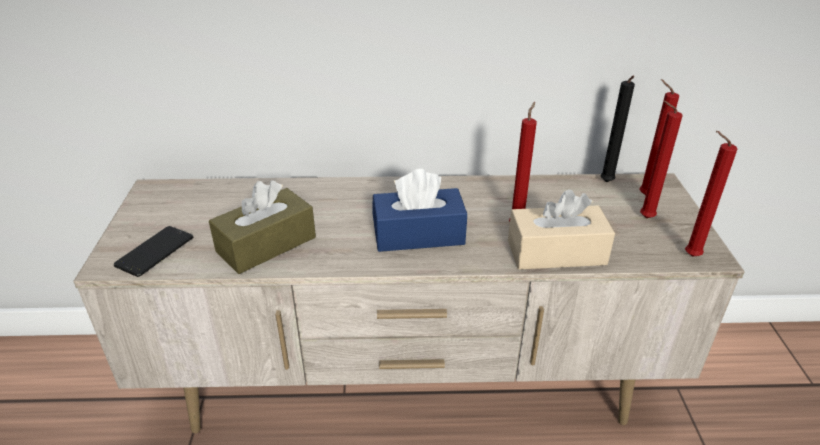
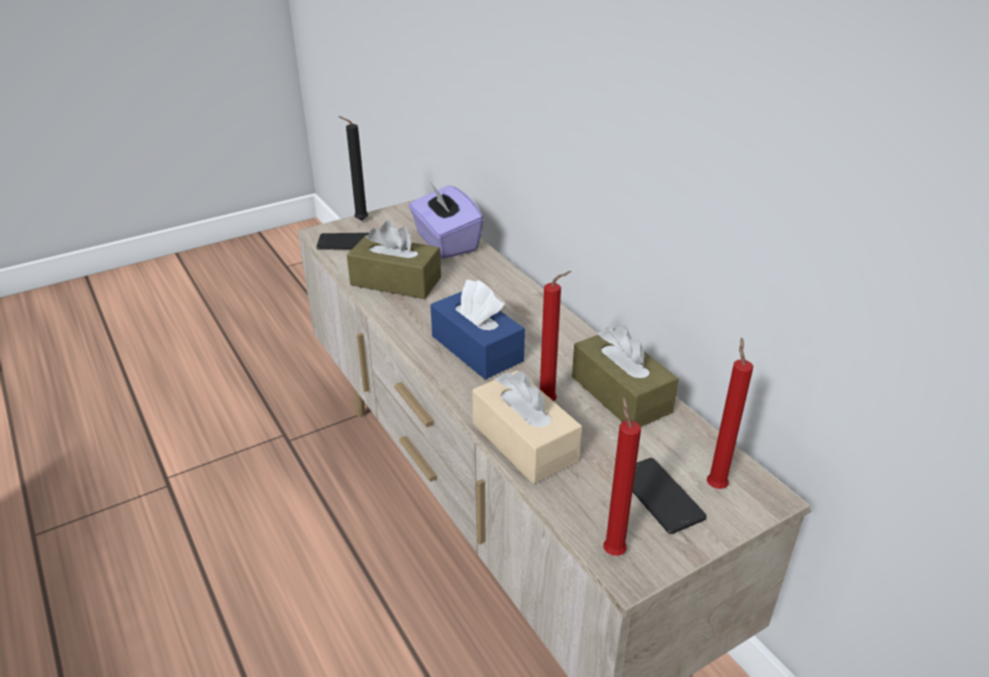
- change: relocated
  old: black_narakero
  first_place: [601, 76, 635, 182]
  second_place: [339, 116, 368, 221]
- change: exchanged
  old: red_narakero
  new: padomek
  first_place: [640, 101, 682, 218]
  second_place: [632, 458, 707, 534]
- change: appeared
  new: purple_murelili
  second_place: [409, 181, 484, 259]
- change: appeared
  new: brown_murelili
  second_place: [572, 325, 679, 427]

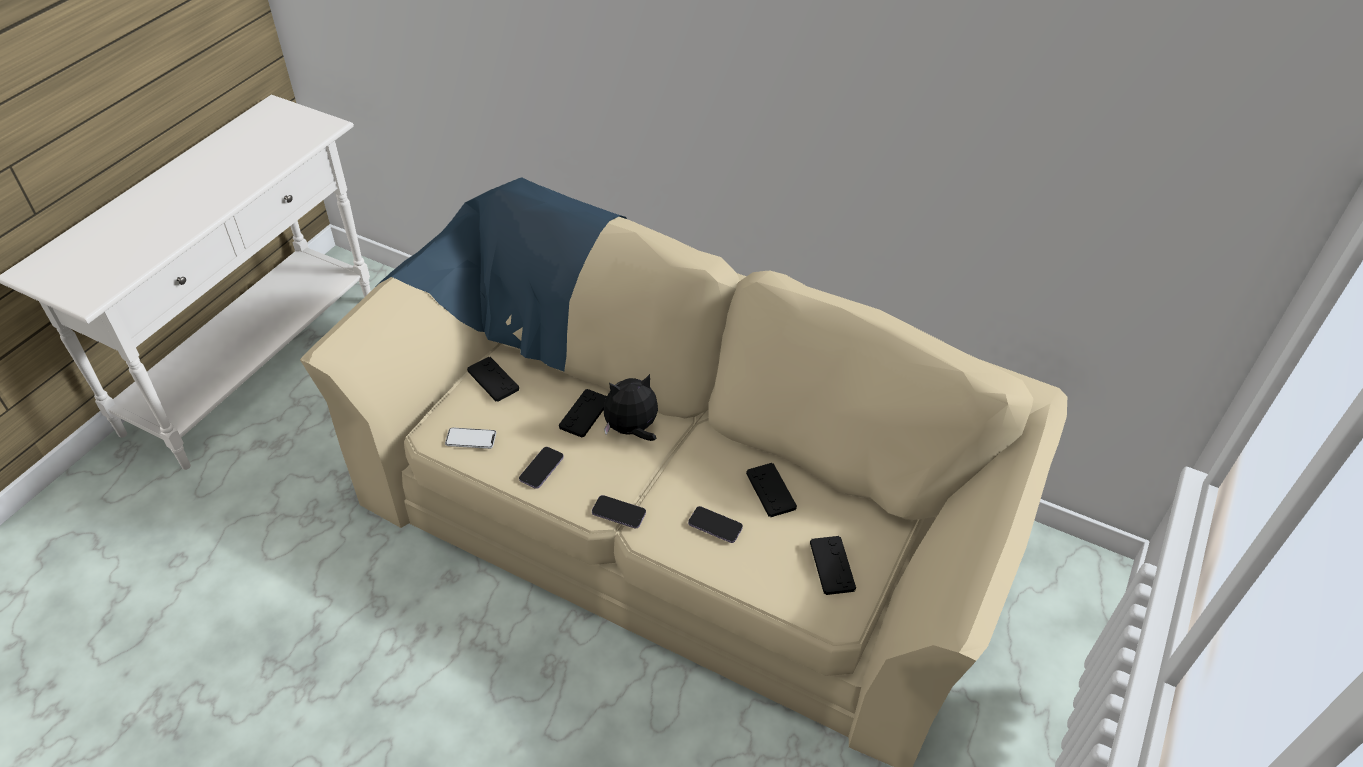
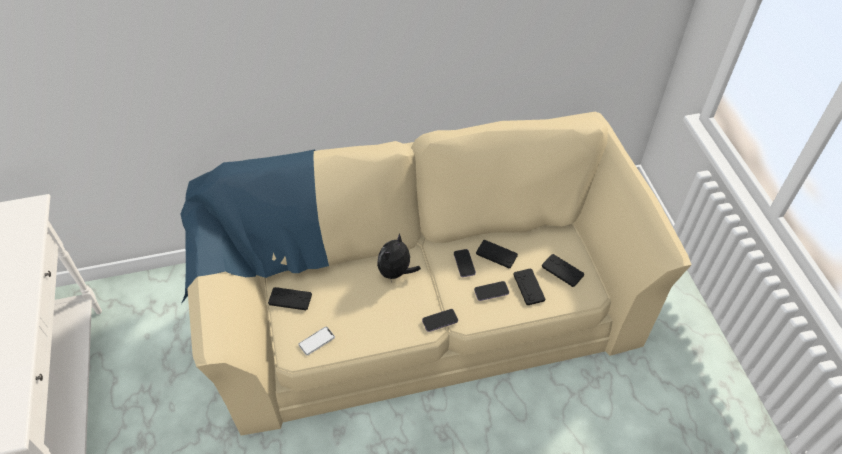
- change: relocated
  old: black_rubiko
  first_place: [559, 389, 607, 438]
  second_place: [513, 268, 545, 305]
- change: relocated
  old: padomek
  first_place: [519, 447, 564, 489]
  second_place: [454, 249, 476, 277]

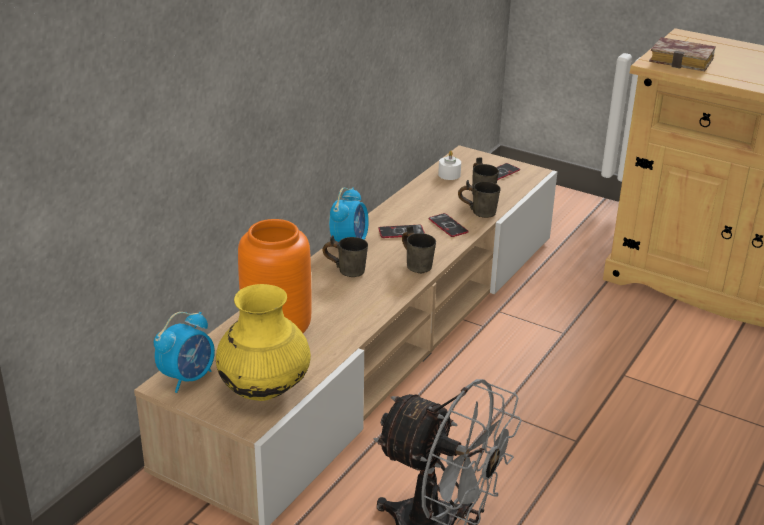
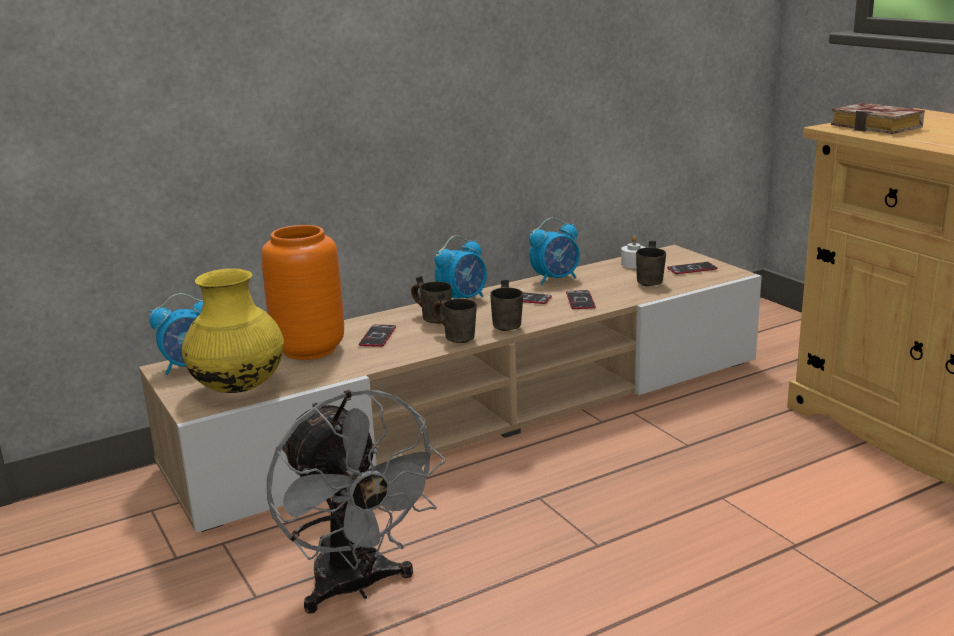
- change: relocated
  old: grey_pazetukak
  first_place: [458, 180, 501, 218]
  second_place: [433, 293, 477, 343]
- change: appeared
  new: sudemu
  second_place: [529, 217, 580, 285]
- change: appeared
  new: padomek
  second_place: [359, 325, 396, 347]

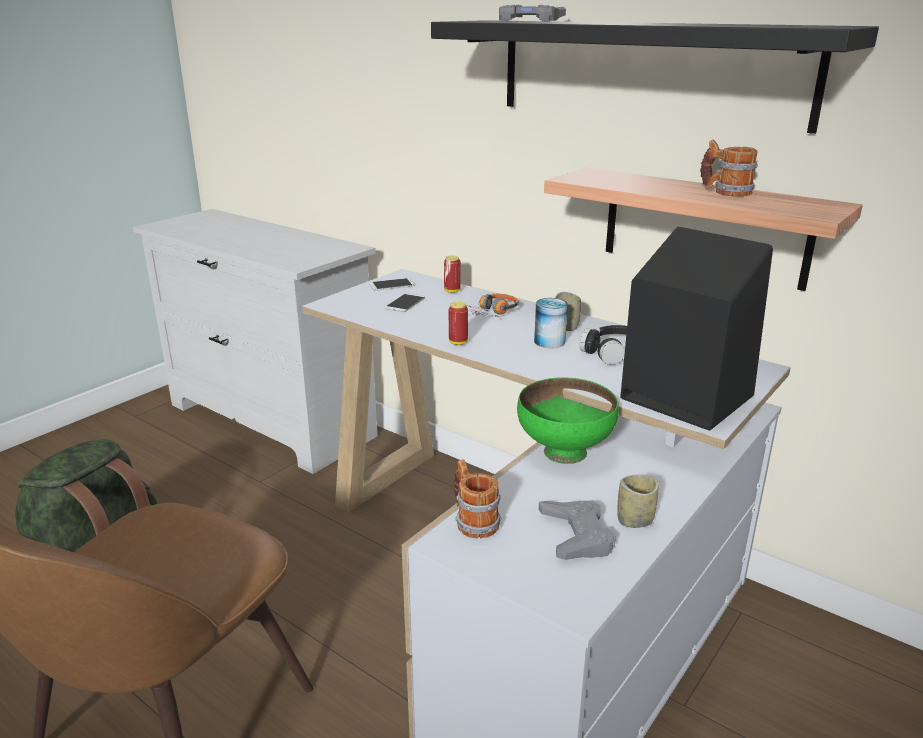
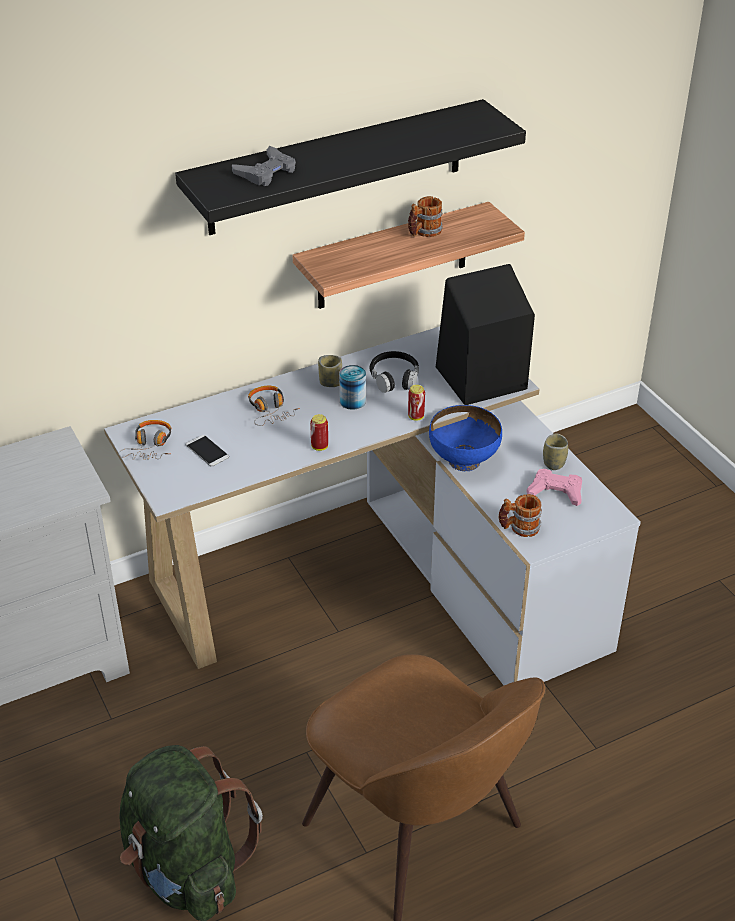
- change: relocated
  old: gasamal
  first_place: [444, 255, 461, 293]
  second_place: [408, 385, 425, 421]
- change: exchanged
  old: padomek
  new: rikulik
  first_place: [369, 278, 415, 290]
  second_place: [119, 420, 171, 460]
- change: colour
  old: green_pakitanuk
  new: blue_pakitanuk
  first_place: [517, 378, 619, 464]
  second_place: [429, 405, 502, 471]
- change: colour
  old: grey_rubiko
  new: pink_rubiko
  first_place: [539, 500, 616, 560]
  second_place: [526, 469, 582, 506]

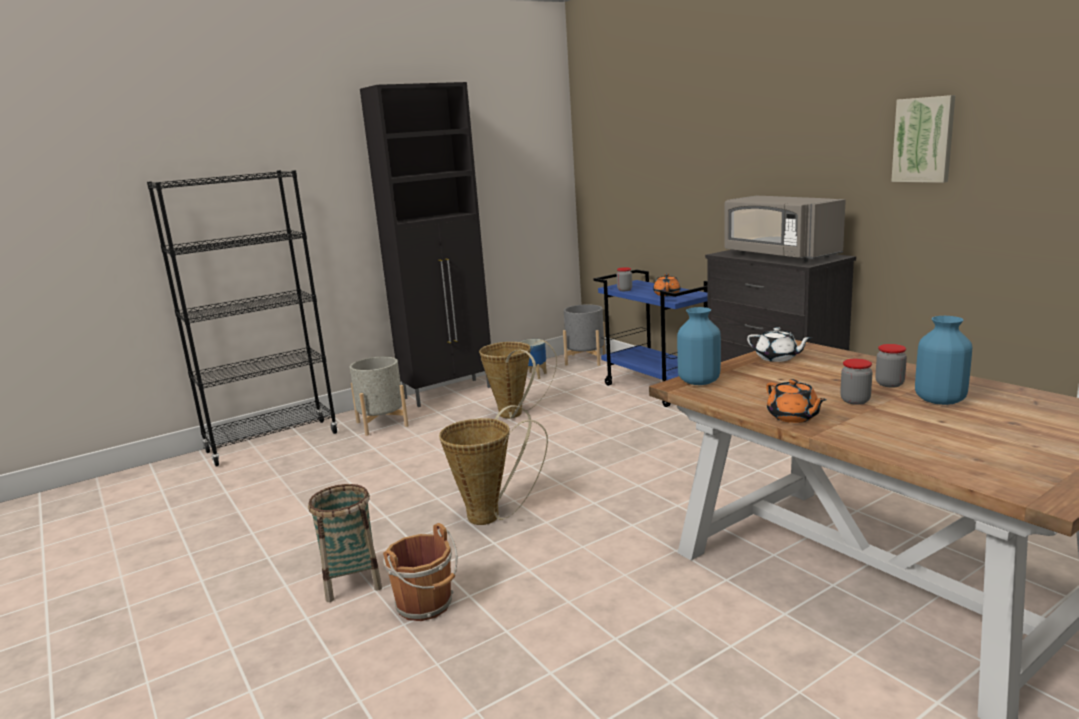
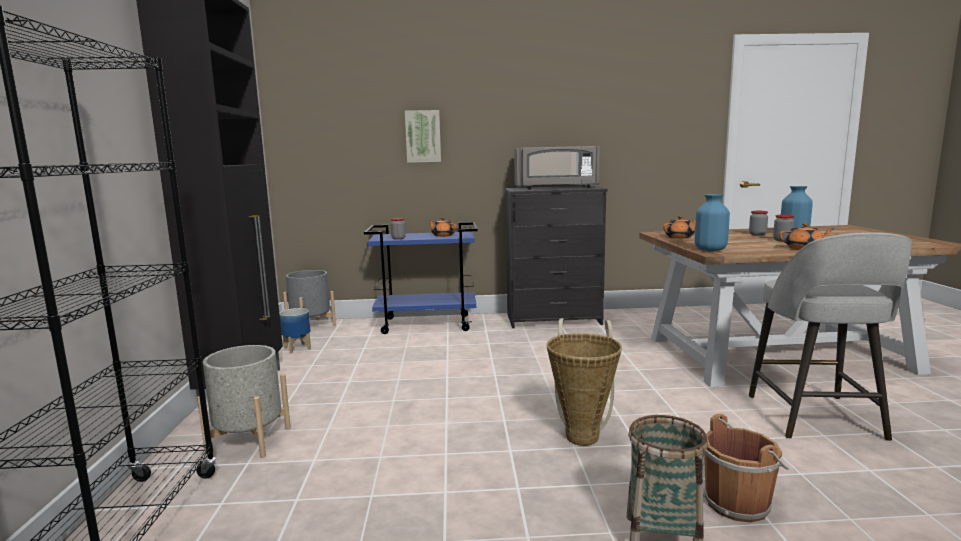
- change: relocated
  old: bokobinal
  first_place: [891, 95, 955, 183]
  second_place: [405, 110, 441, 163]
- change: colour
  old: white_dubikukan
  new: orange_dubikukan
  first_place: [747, 327, 812, 362]
  second_place: [663, 216, 696, 239]
- change: missing
  old: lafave
  first_place: [479, 340, 557, 418]
- change: appeared
  new: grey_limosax
  second_place: [749, 232, 912, 441]

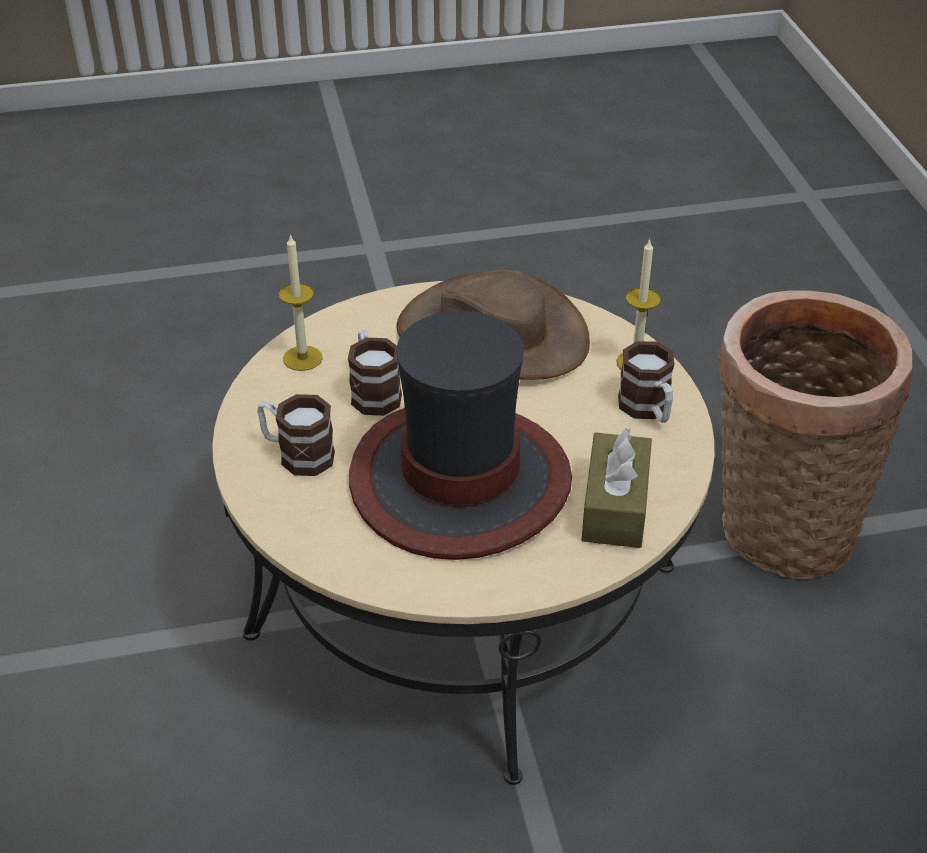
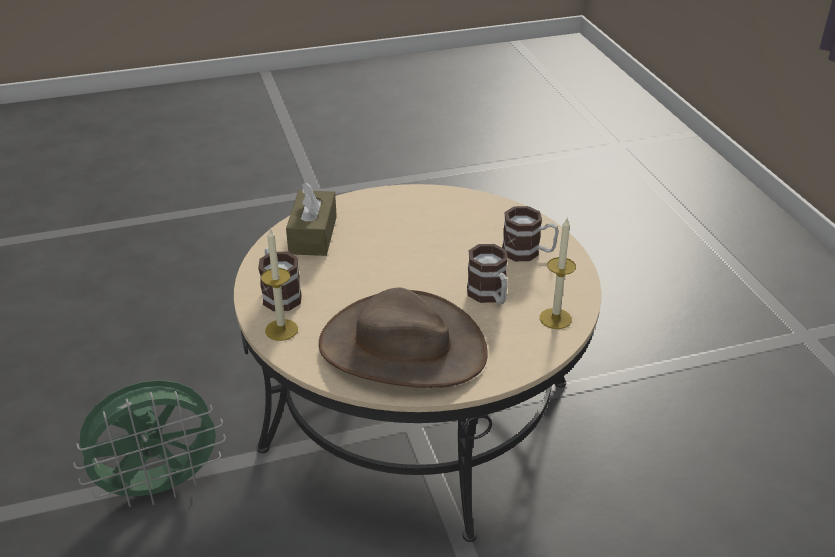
- change: exchanged
  old: lafave
  new: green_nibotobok
  first_place: [718, 290, 913, 580]
  second_place: [73, 380, 226, 507]
- change: missing
  old: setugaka
  first_place: [349, 311, 572, 560]

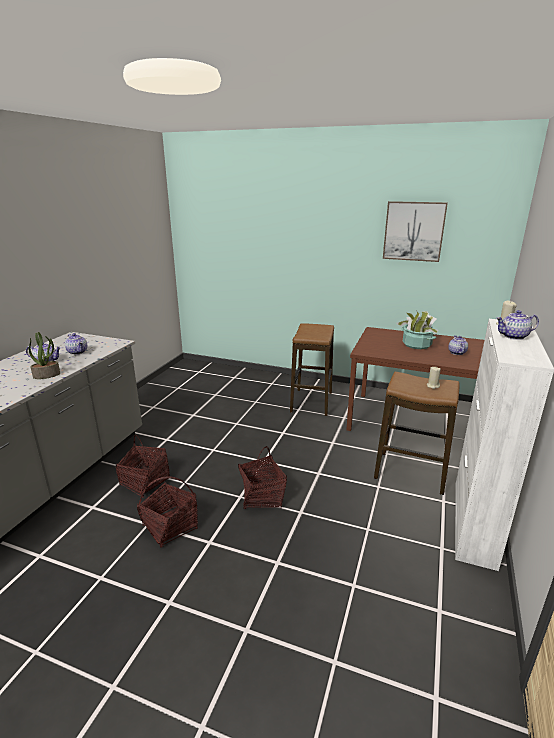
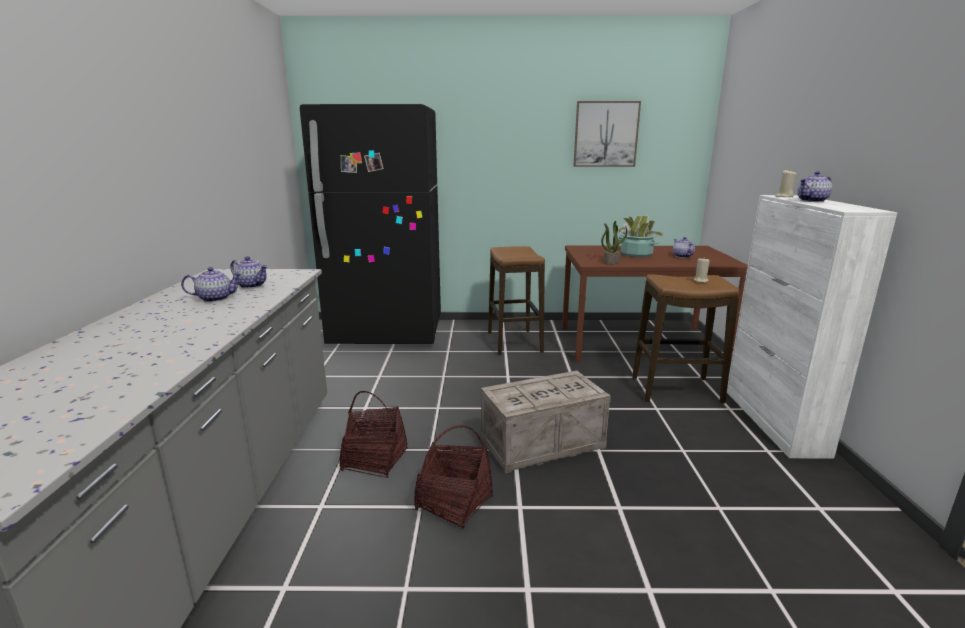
- change: relocated
  old: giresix
  first_place: [29, 332, 60, 379]
  second_place: [601, 221, 627, 265]
- change: exchanged
  old: lafave
  new: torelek
  first_place: [238, 446, 287, 509]
  second_place: [481, 371, 611, 473]
- change: appeared
  new: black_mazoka
  second_place: [300, 104, 441, 344]

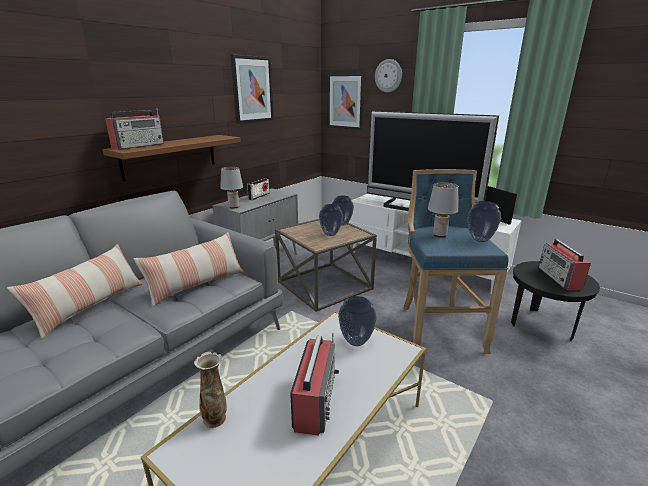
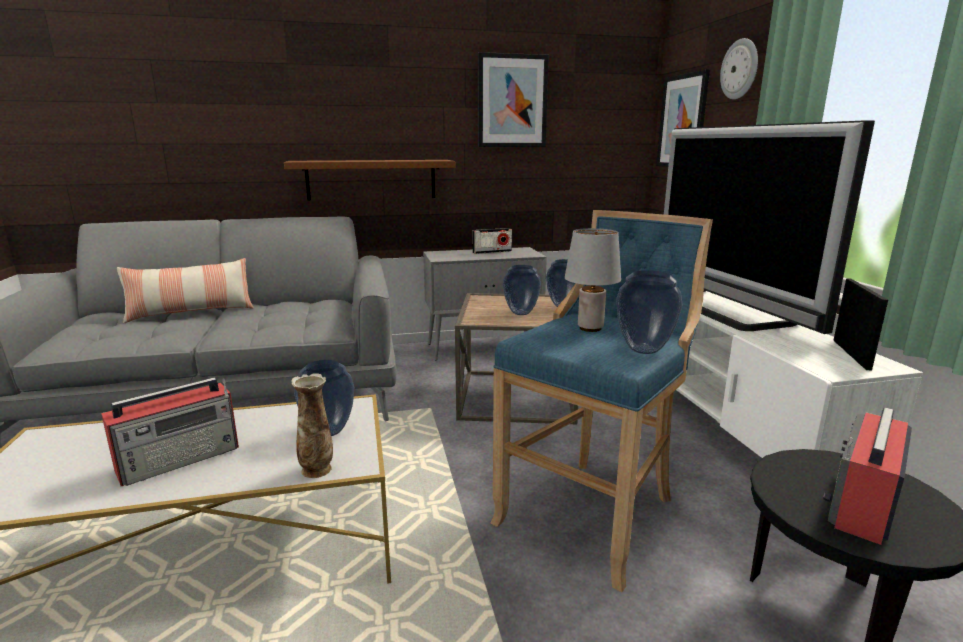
- change: missing
  old: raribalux
  first_place: [105, 108, 164, 150]
- change: missing
  old: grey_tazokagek
  first_place: [220, 167, 243, 209]
- change: missing
  old: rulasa
  first_place: [133, 232, 244, 308]
- change: relocated
  old: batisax
  first_place: [194, 352, 227, 428]
  second_place: [291, 373, 333, 478]

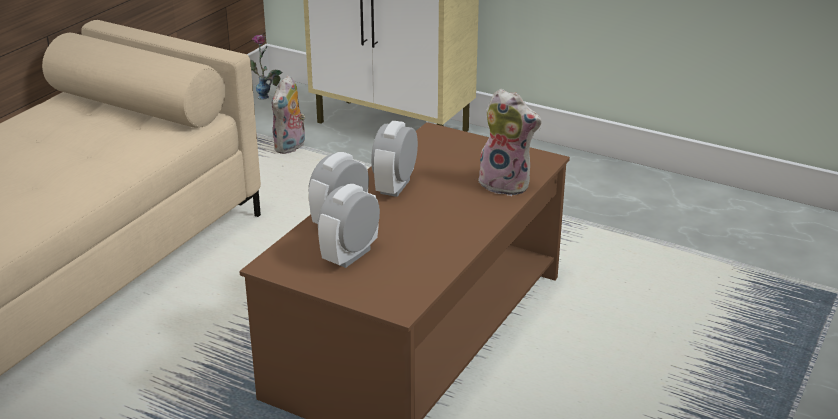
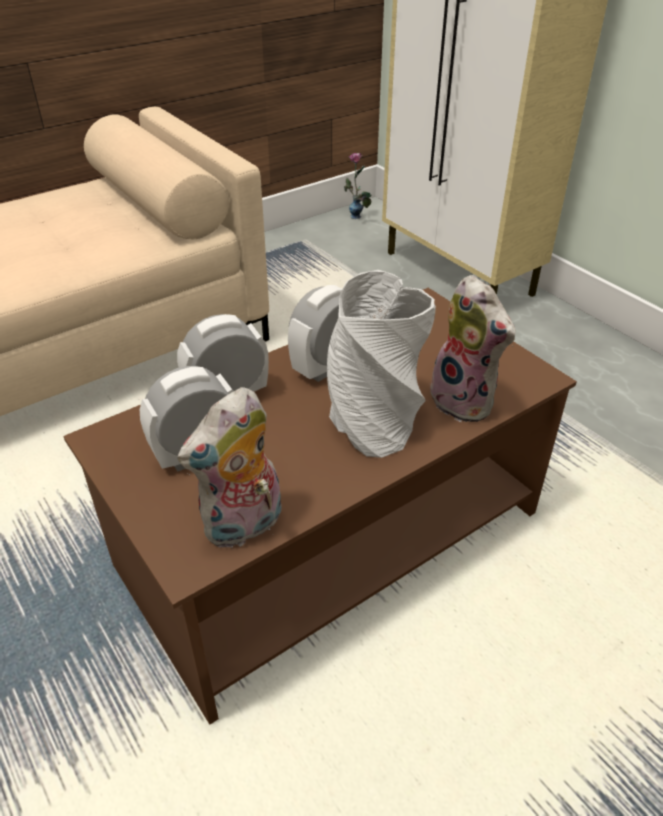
- change: relocated
  old: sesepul
  first_place: [272, 75, 305, 154]
  second_place: [177, 387, 282, 548]
- change: appeared
  new: grey_batisax
  second_place: [327, 270, 436, 458]

